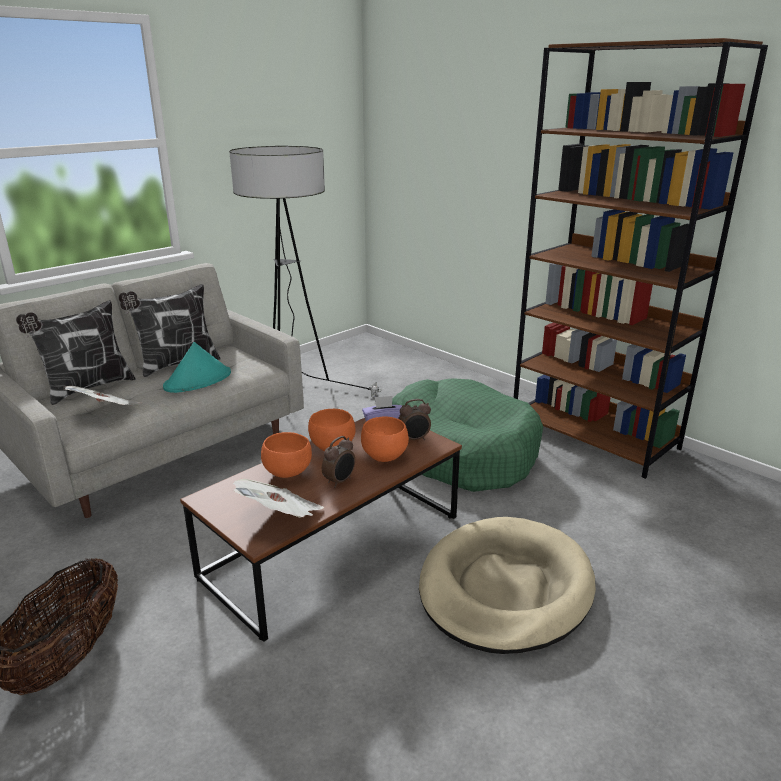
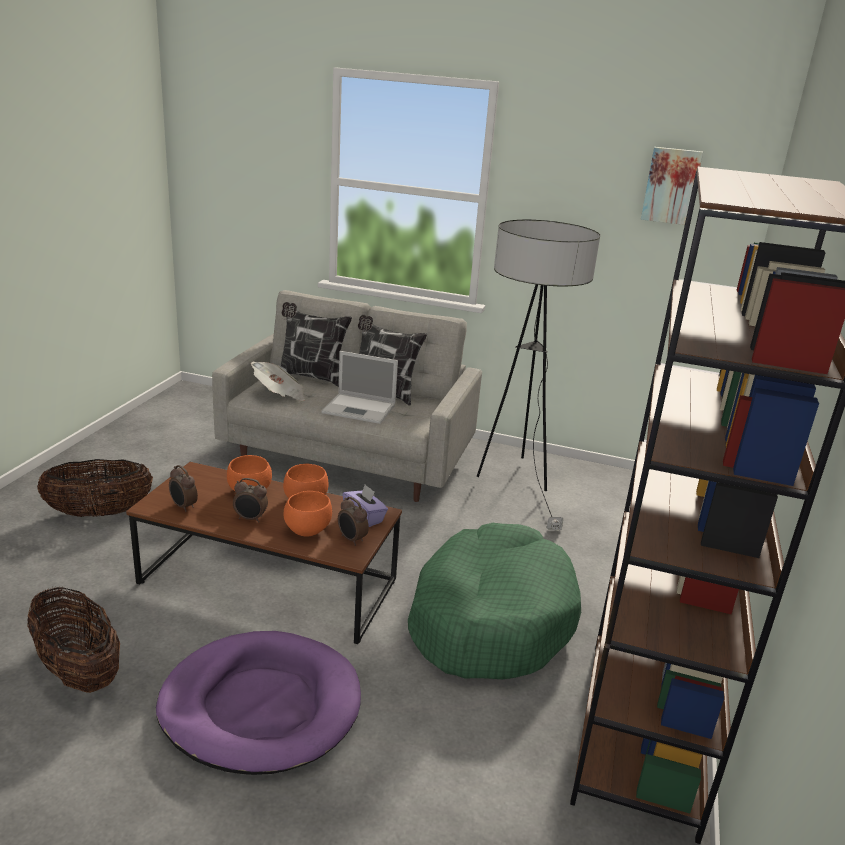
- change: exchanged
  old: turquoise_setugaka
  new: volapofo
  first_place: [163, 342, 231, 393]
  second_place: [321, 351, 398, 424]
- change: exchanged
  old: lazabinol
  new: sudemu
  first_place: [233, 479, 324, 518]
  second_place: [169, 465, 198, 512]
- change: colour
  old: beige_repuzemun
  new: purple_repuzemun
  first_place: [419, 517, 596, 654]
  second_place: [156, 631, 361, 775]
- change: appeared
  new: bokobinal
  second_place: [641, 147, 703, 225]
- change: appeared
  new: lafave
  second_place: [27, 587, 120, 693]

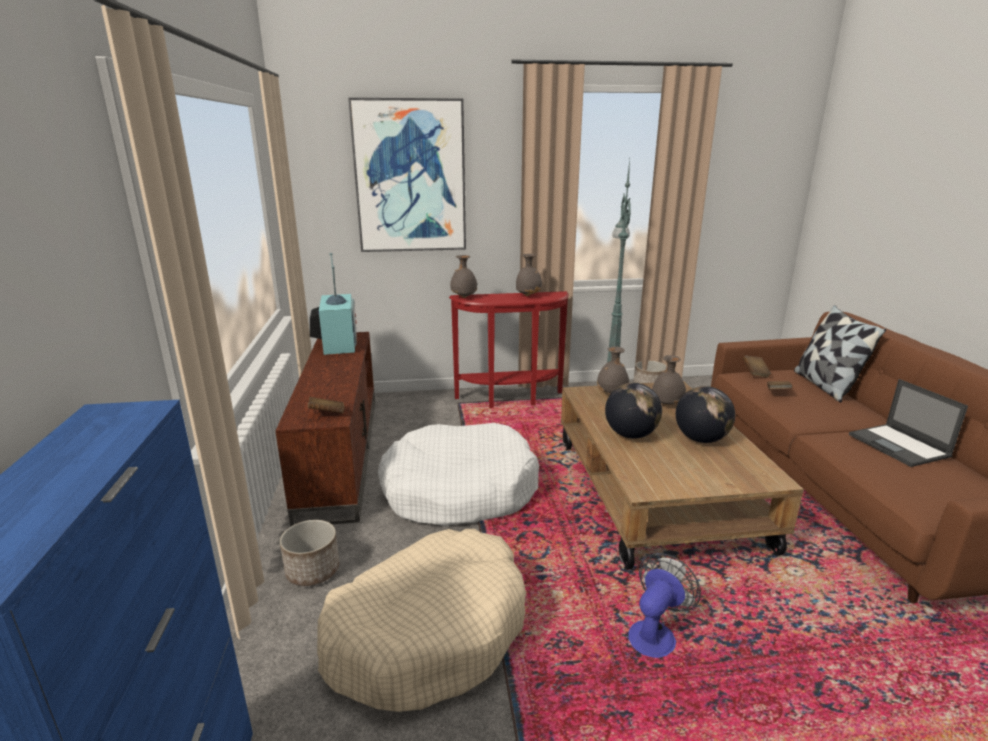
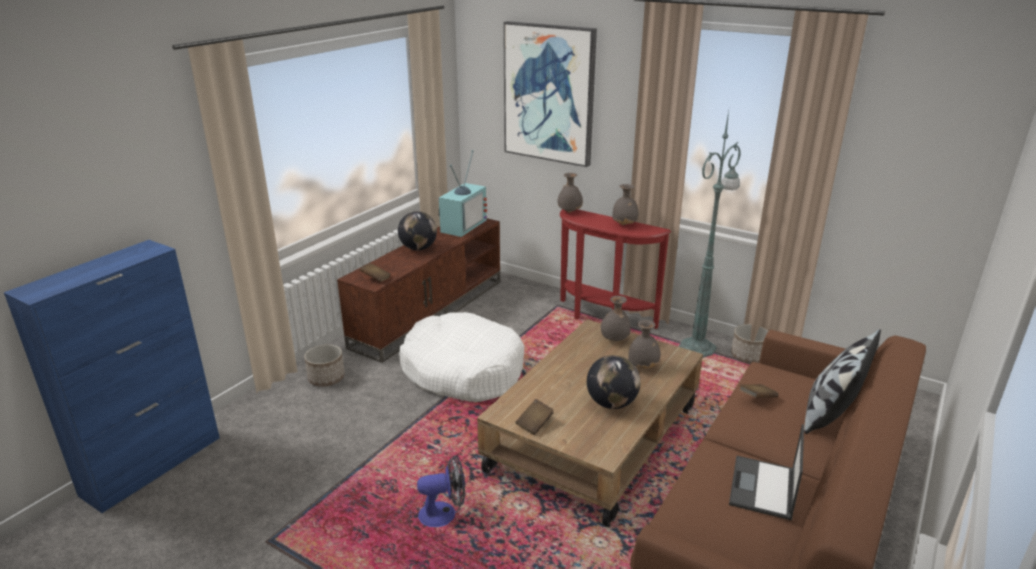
- change: relocated
  old: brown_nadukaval
  first_place: [743, 355, 771, 378]
  second_place: [516, 399, 554, 435]
- change: relocated
  old: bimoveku
  first_place: [605, 383, 662, 439]
  second_place: [398, 211, 437, 250]
- change: missing
  old: beige_repuzemun
  first_place: [317, 529, 526, 712]

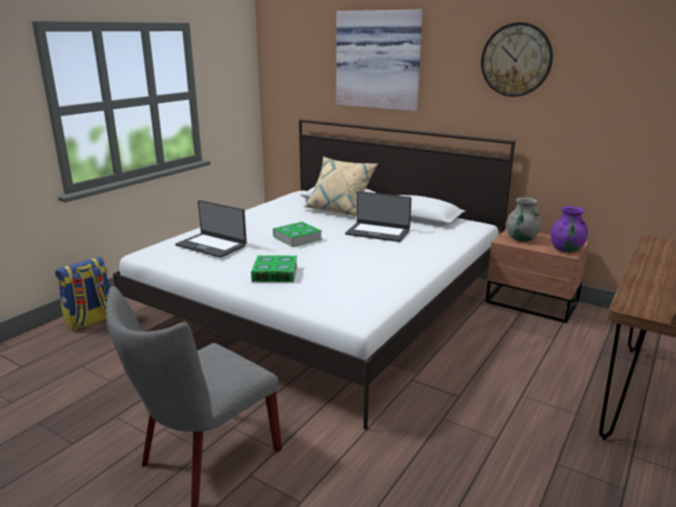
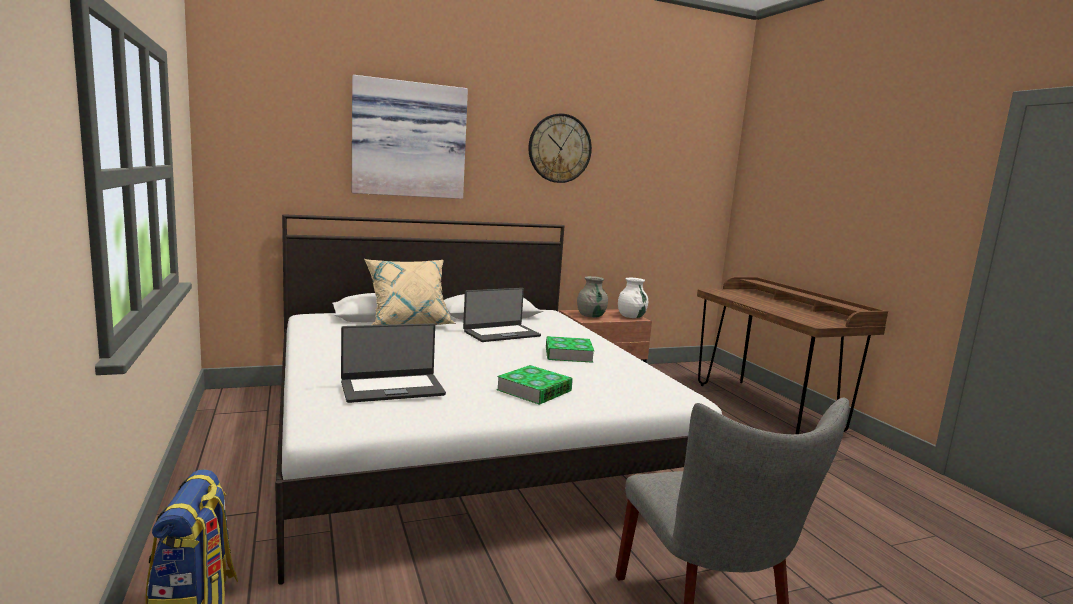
- change: colour
  old: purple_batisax
  new: white_batisax
  first_place: [551, 206, 588, 253]
  second_place: [618, 278, 648, 318]
- change: relocated
  old: nadukaval
  first_place: [273, 222, 322, 247]
  second_place: [546, 336, 594, 363]

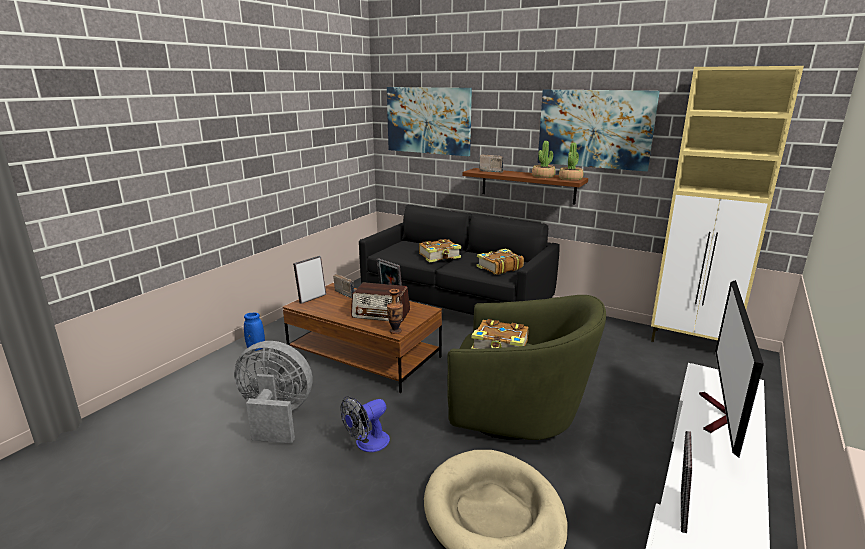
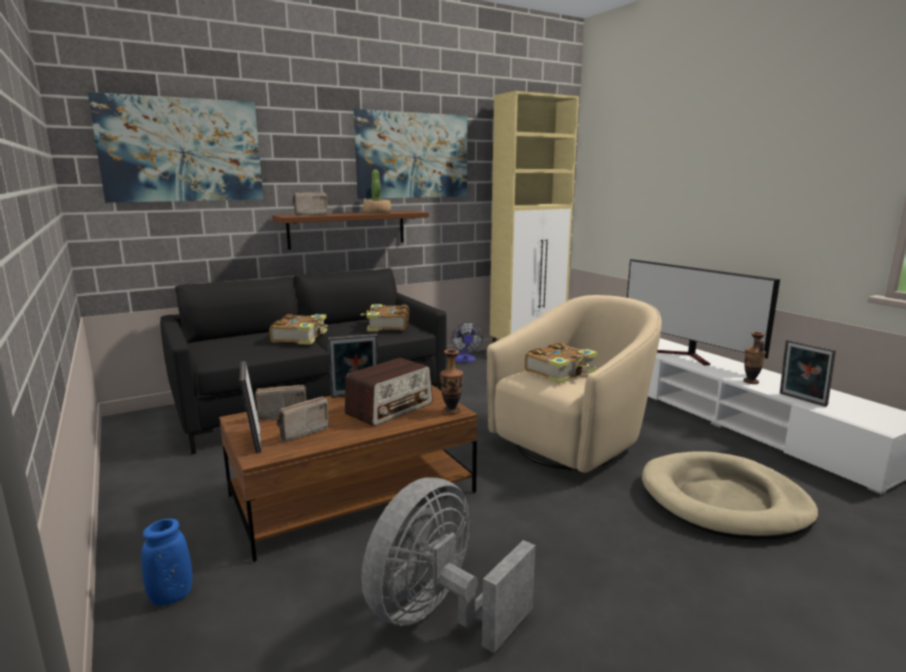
- change: missing
  old: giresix
  first_place: [559, 142, 583, 181]
- change: colour
  old: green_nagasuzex
  new: beige_nagasuzex
  first_place: [447, 295, 606, 440]
  second_place: [487, 295, 662, 473]
- change: relocated
  old: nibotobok
  first_place: [340, 396, 390, 452]
  second_place: [451, 322, 483, 362]
- change: appeared
  new: batisax
  second_place: [743, 332, 766, 384]
- change: appeared
  new: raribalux
  second_place: [277, 397, 330, 442]

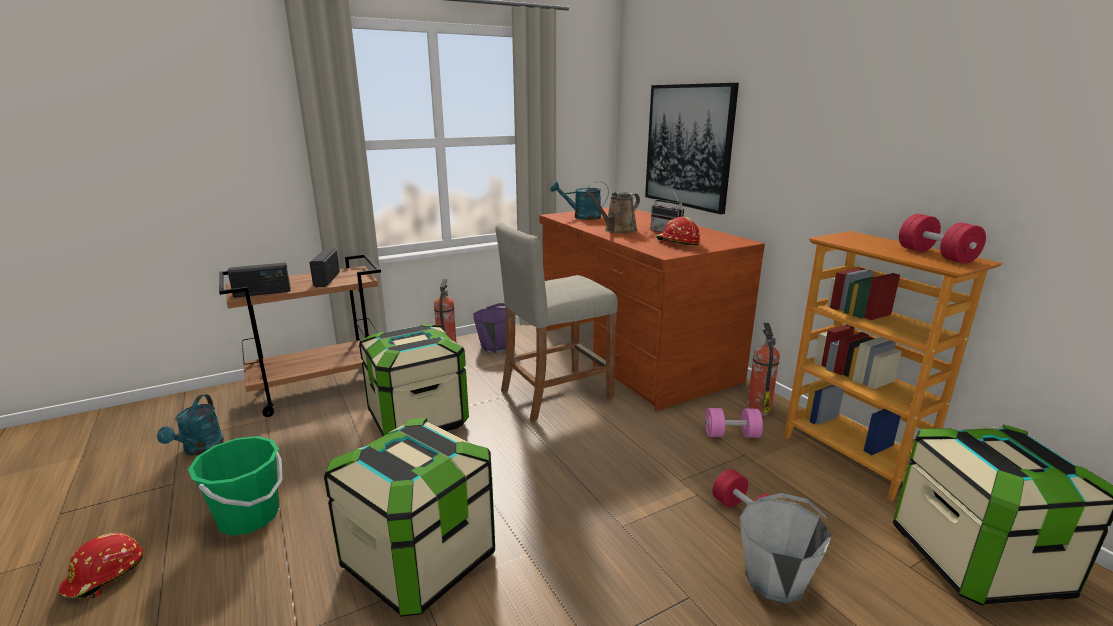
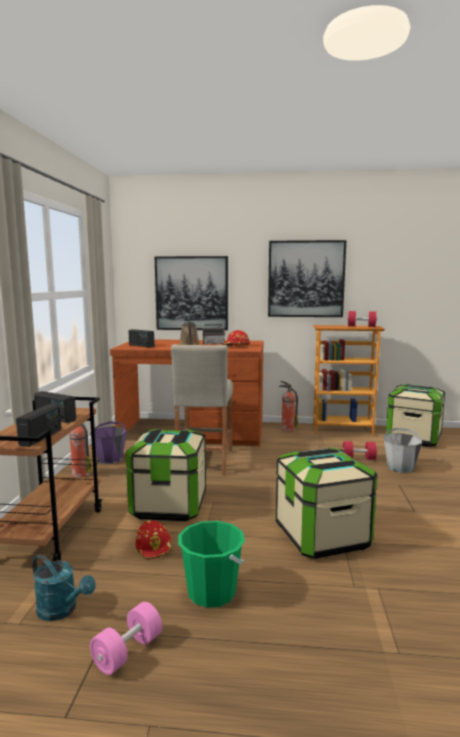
- change: exchanged
  old: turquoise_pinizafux
  new: raribalux
  first_place: [550, 181, 609, 220]
  second_place: [129, 329, 154, 348]
- change: relocated
  old: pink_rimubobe
  first_place: [705, 408, 763, 438]
  second_place: [90, 602, 162, 675]
- change: relocated
  old: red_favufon
  first_place: [58, 533, 143, 598]
  second_place: [135, 520, 173, 560]
- change: appeared
  new: bokobinal
  second_place: [268, 240, 346, 317]

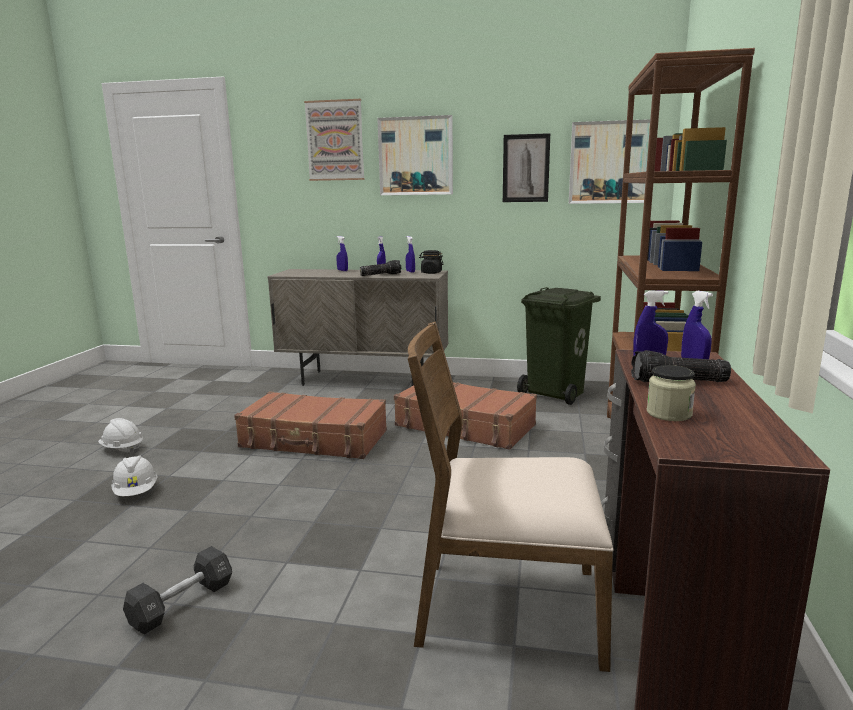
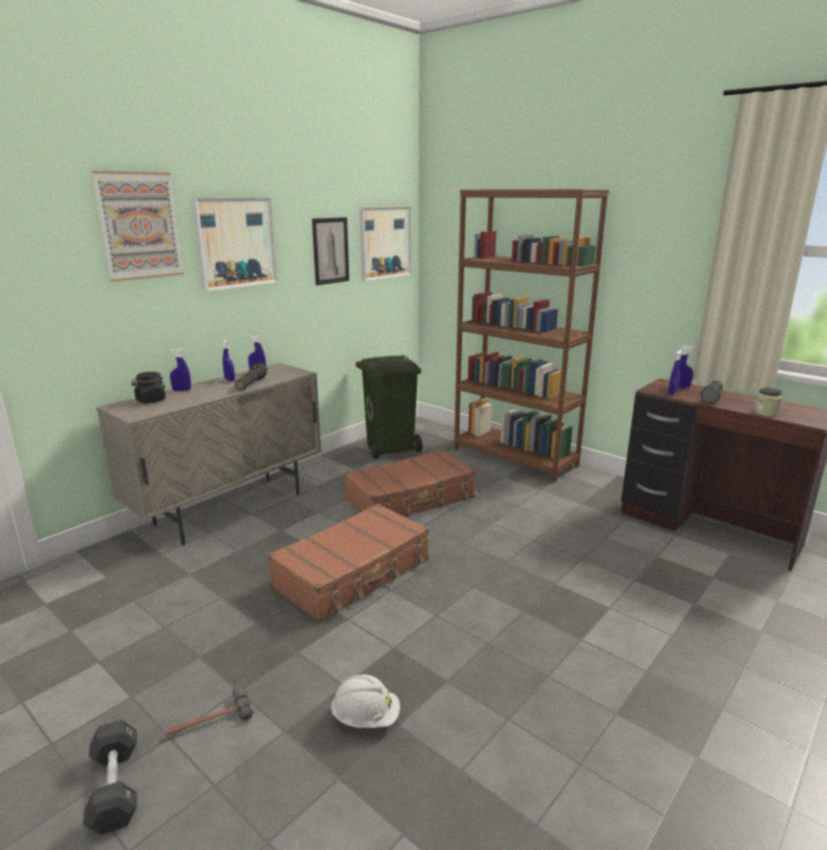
- change: relocated
  old: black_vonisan
  first_place: [419, 250, 443, 274]
  second_place: [131, 372, 166, 404]
- change: missing
  old: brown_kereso
  first_place: [408, 322, 613, 672]
- change: exchanged
  old: white_favufon
  new: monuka
  first_place: [98, 418, 143, 454]
  second_place: [166, 685, 253, 735]
- change: relocated
  old: black_rimubobe
  first_place: [123, 546, 232, 635]
  second_place: [83, 719, 137, 835]

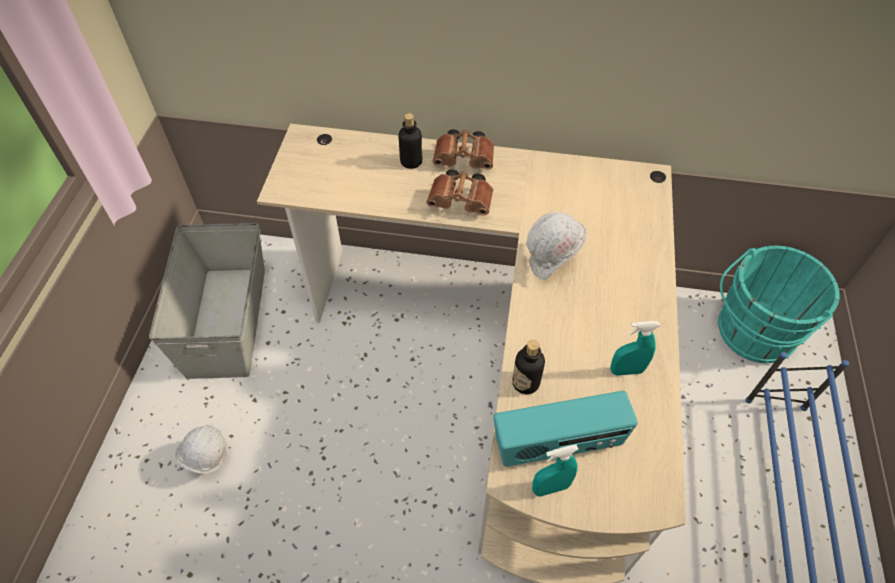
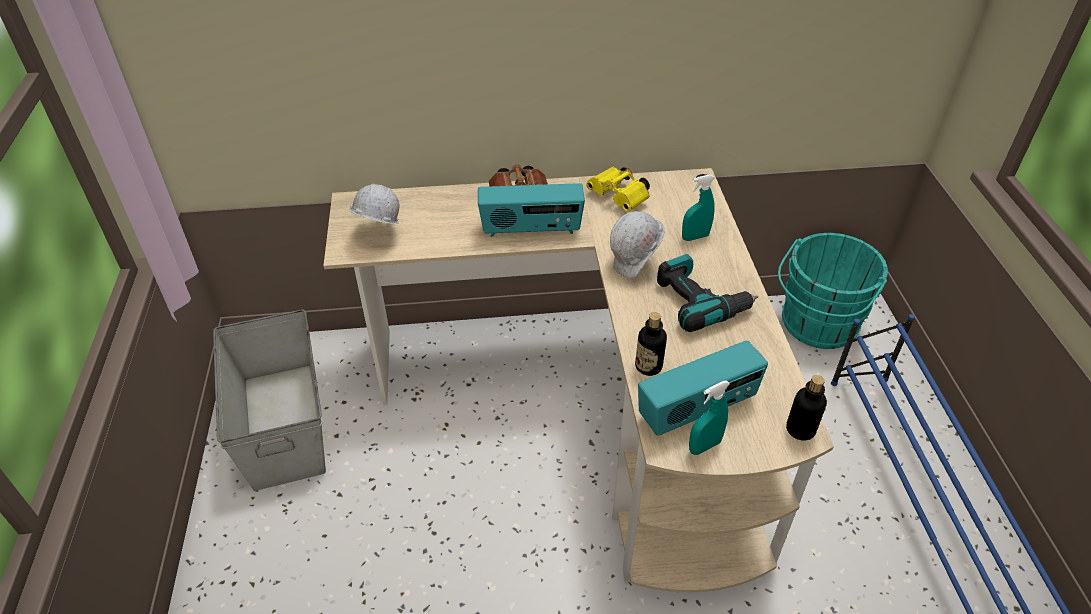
- change: relocated
  old: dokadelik
  first_place: [398, 113, 422, 169]
  second_place: [786, 375, 827, 440]
- change: exchanged
  old: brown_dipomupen
  new: raribalux
  first_place: [426, 169, 493, 216]
  second_place: [478, 183, 585, 237]
- change: relocated
  old: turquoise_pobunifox
  first_place: [610, 321, 660, 376]
  second_place: [682, 174, 715, 241]
- change: relocated
  old: white_favufon
  first_place: [175, 425, 226, 474]
  second_place: [349, 184, 399, 224]
- change: appeared
  new: yellow_dipomupen
  second_place: [586, 167, 650, 212]
- change: appeared
  new: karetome
  second_place: [657, 254, 758, 332]

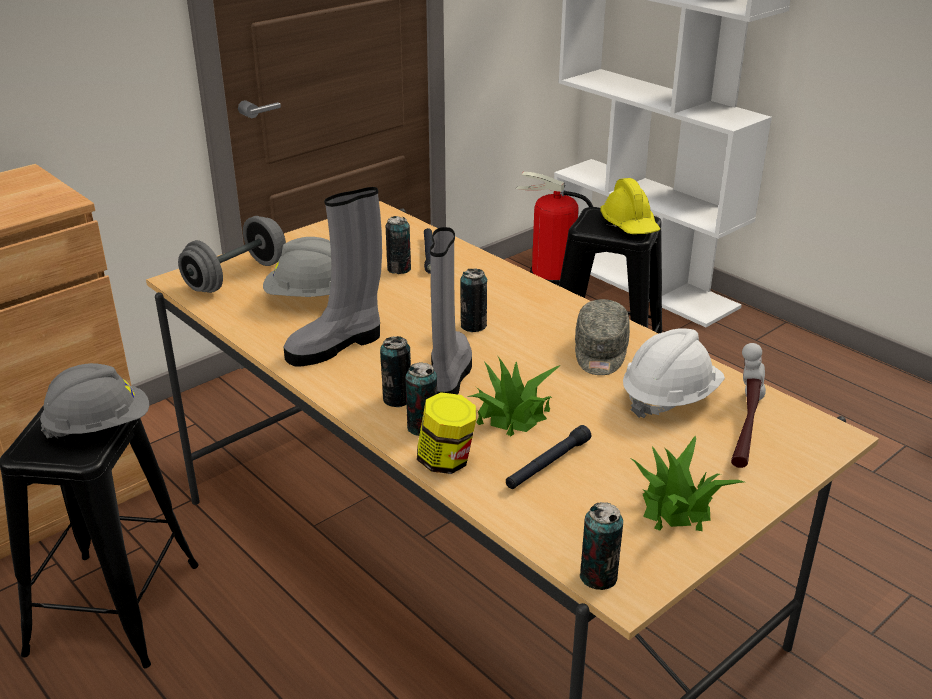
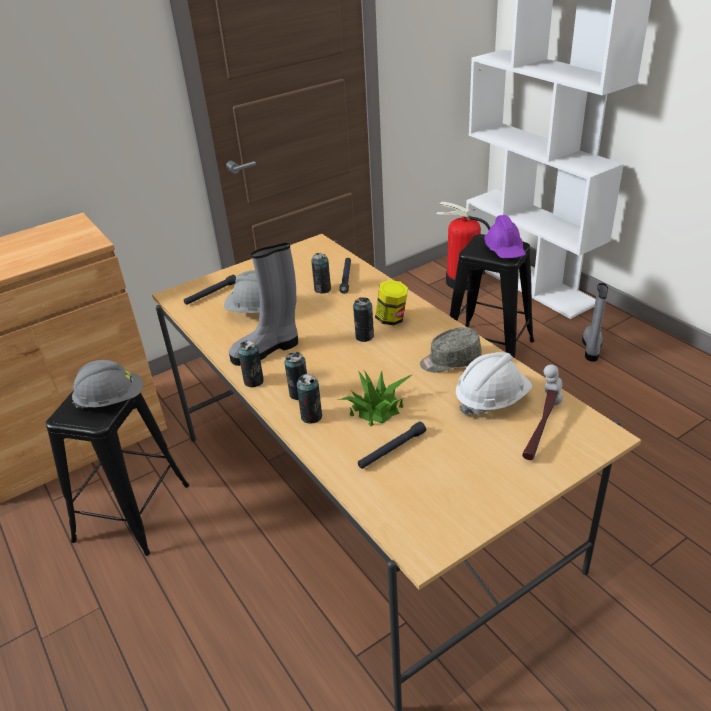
- change: colour
  old: yellow_favufon
  new: purple_favufon
  first_place: [600, 178, 660, 234]
  second_place: [484, 215, 526, 258]
- change: exchanged
  old: grey_rimubobe
  new: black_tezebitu
  first_place: [178, 216, 286, 293]
  second_place: [184, 275, 236, 305]
- change: relocated
  old: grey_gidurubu
  first_place: [430, 227, 472, 394]
  second_place: [582, 283, 608, 362]
- change: spun
  old: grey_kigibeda
  first_place: [575, 299, 630, 375]
  second_place: [420, 327, 482, 373]
  degrees: 60
- change: relocated
  old: vonisan
  first_place: [417, 392, 476, 474]
  second_place: [375, 280, 408, 326]
- change: missing
  old: giresix
  first_place: [629, 435, 744, 531]
- change: relocated
  old: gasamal
  first_place: [580, 502, 623, 590]
  second_place: [238, 340, 264, 388]

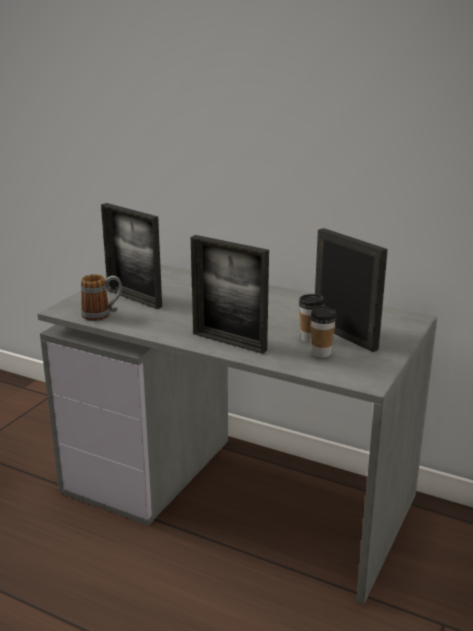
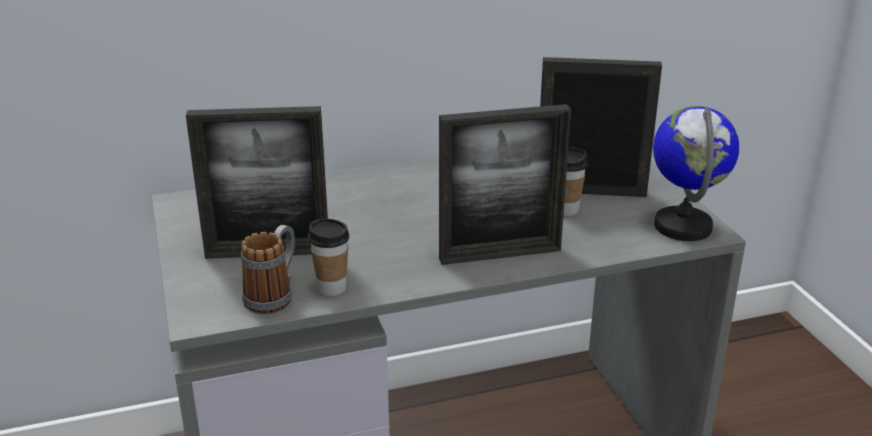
- change: relocated
  old: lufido
  first_place: [310, 306, 337, 358]
  second_place: [308, 219, 350, 296]
- change: appeared
  new: bimoveku
  second_place: [653, 106, 739, 241]

